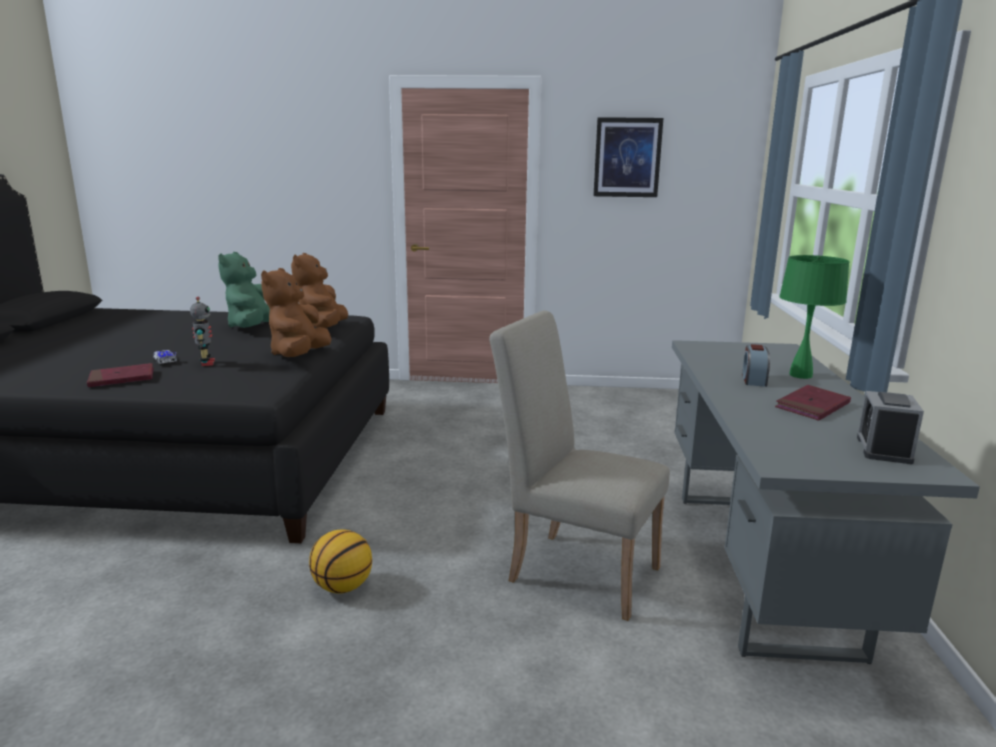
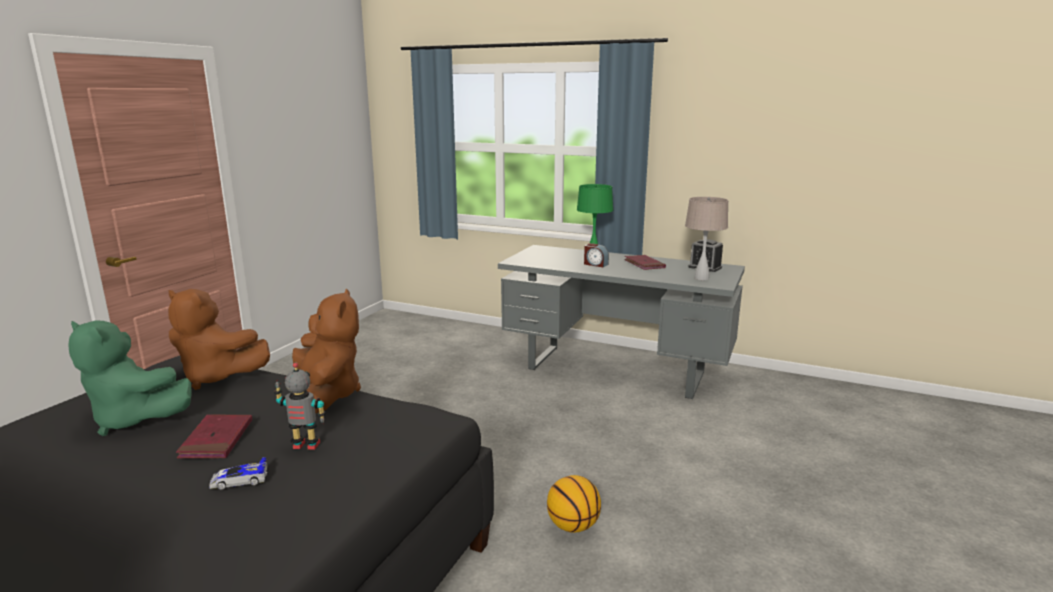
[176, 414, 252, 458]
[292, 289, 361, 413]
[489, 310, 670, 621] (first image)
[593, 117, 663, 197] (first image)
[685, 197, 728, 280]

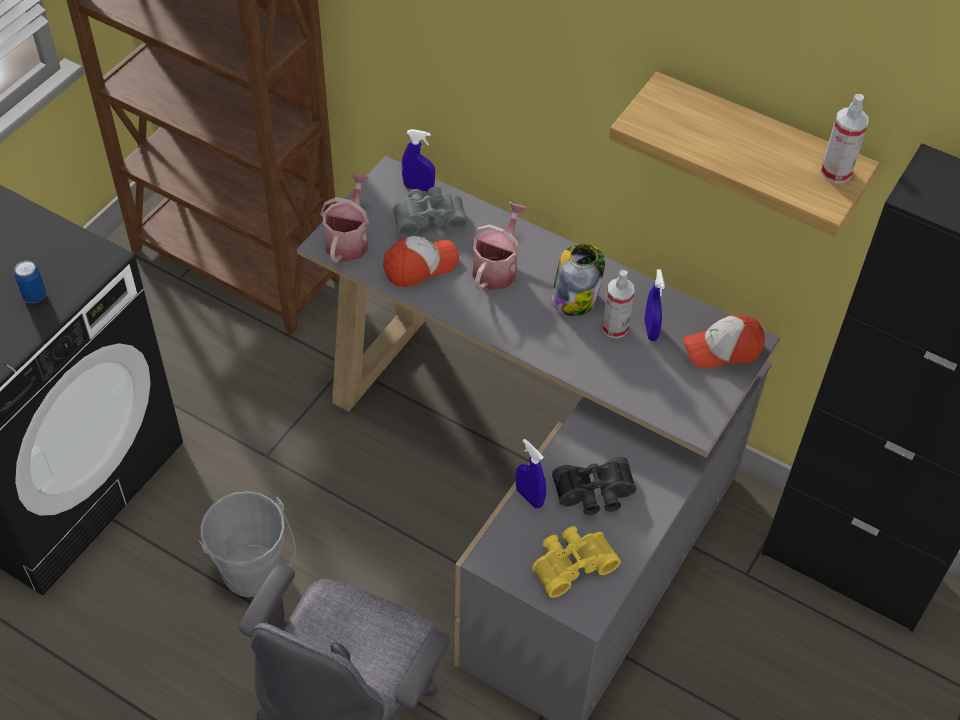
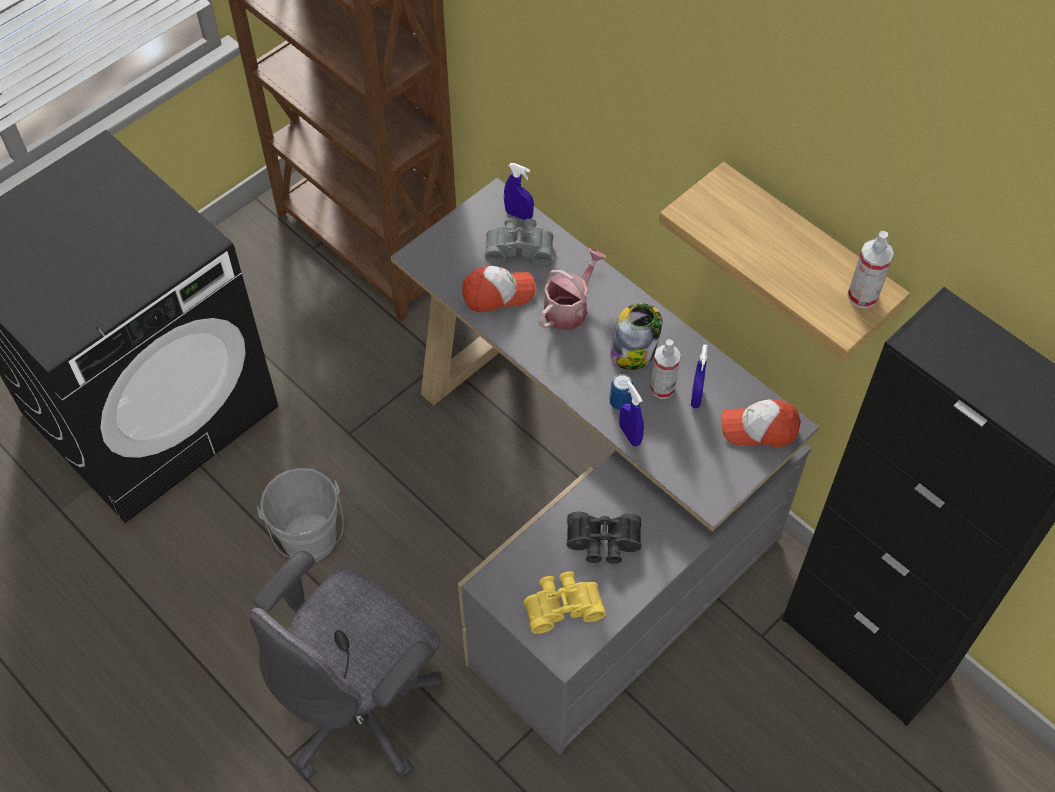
[610, 374, 633, 410]
[320, 173, 369, 263] (first image)
[619, 381, 644, 446]

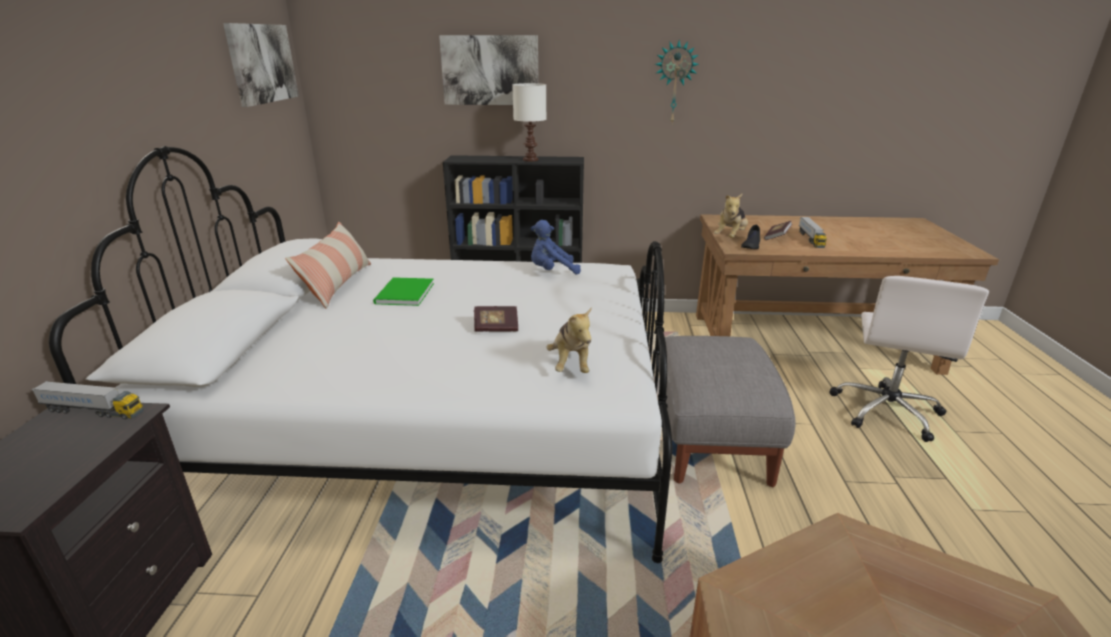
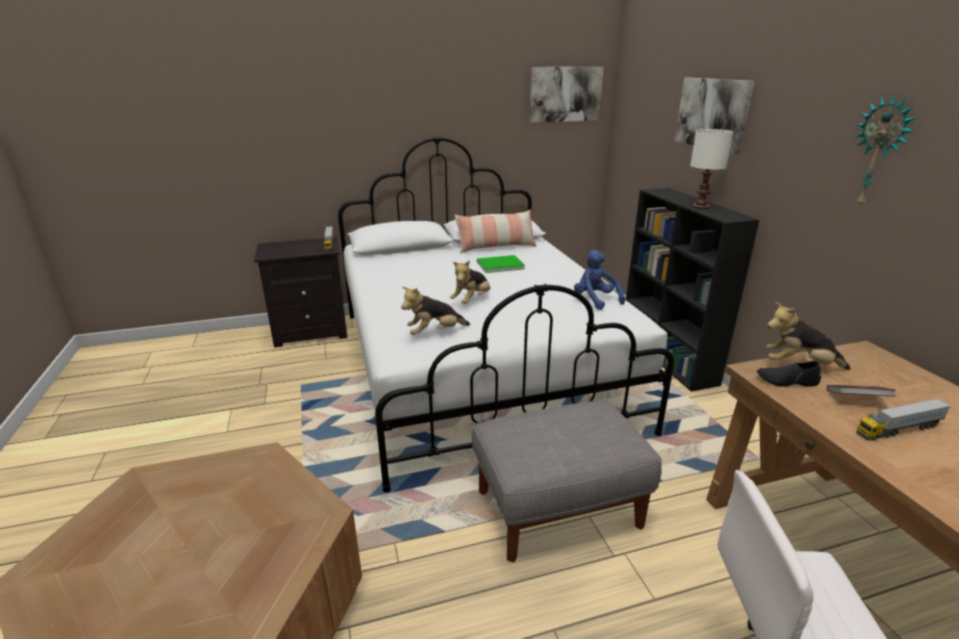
[450, 260, 490, 304]

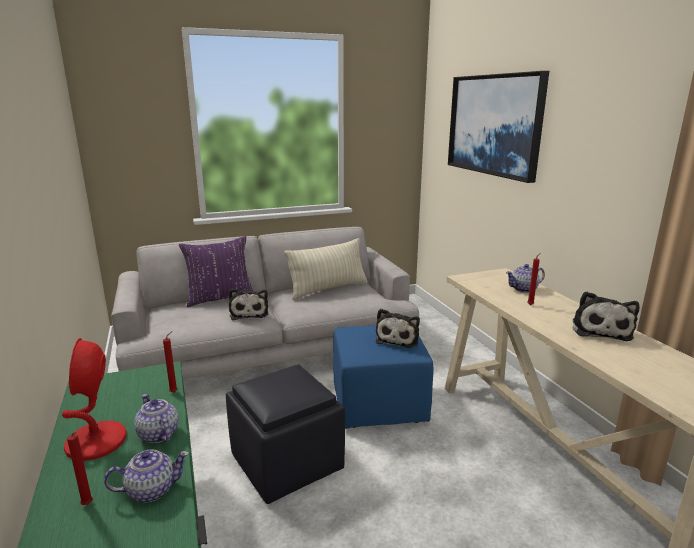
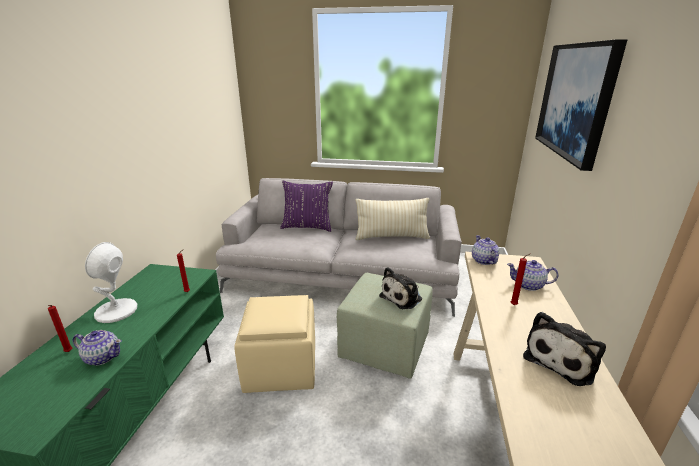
[85, 242, 137, 323]
[472, 235, 500, 265]
[234, 295, 315, 393]
[229, 289, 268, 320] (first image)
[337, 273, 433, 379]

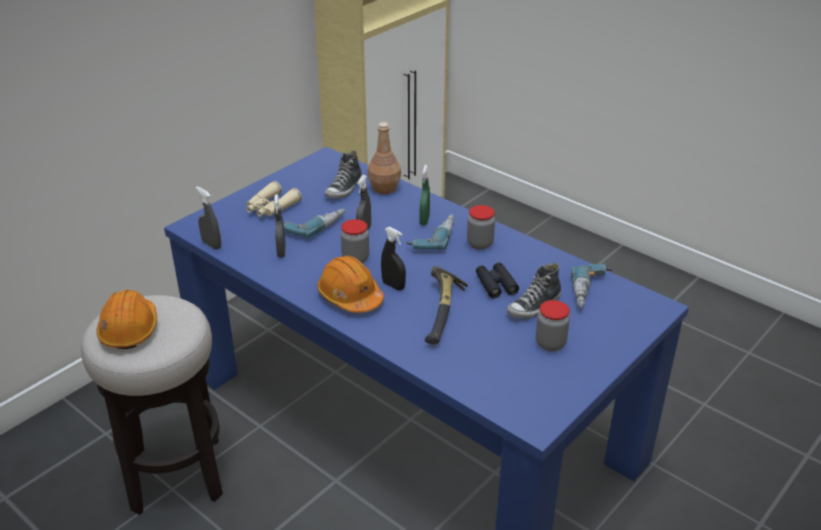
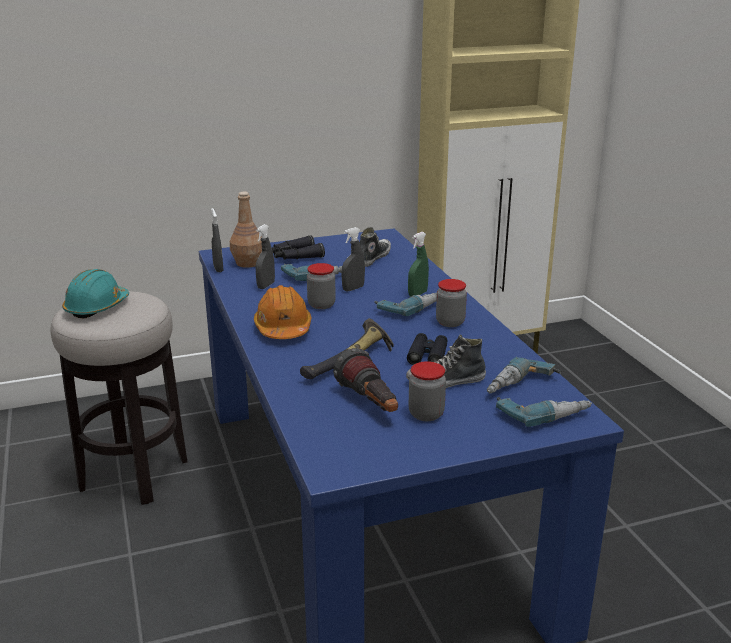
[62, 269, 129, 318]
[272, 235, 325, 260]
[360, 227, 391, 267]
[230, 192, 262, 268]
[381, 227, 406, 290] (first image)
[333, 348, 398, 412]
[496, 397, 592, 427]

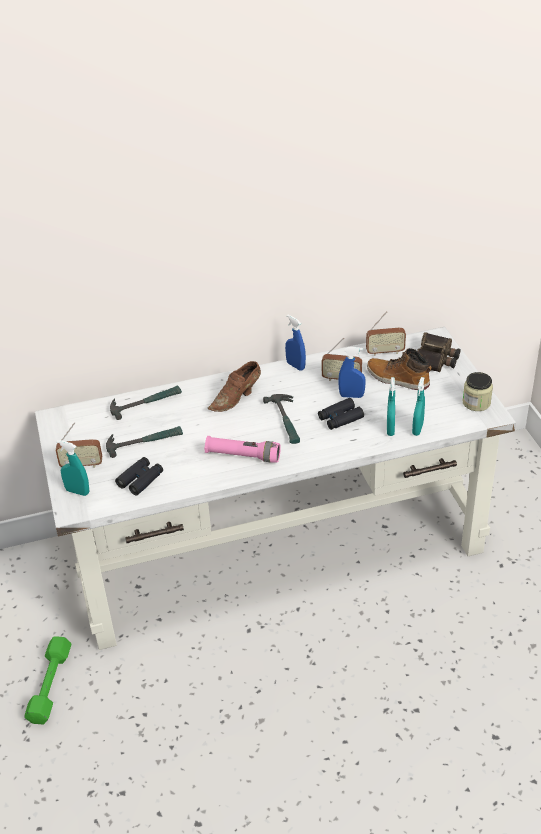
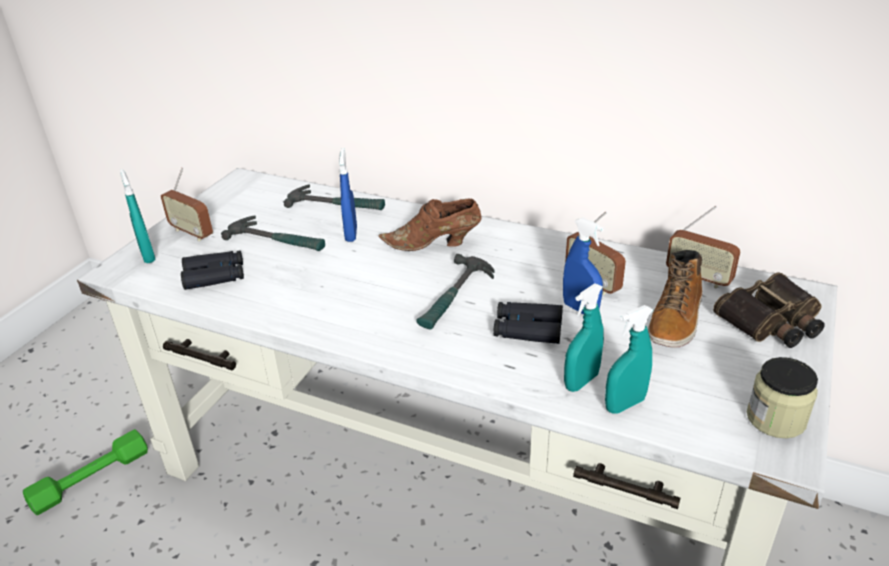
[204, 436, 281, 462] (first image)
[339, 148, 357, 242]
[648, 250, 703, 347]

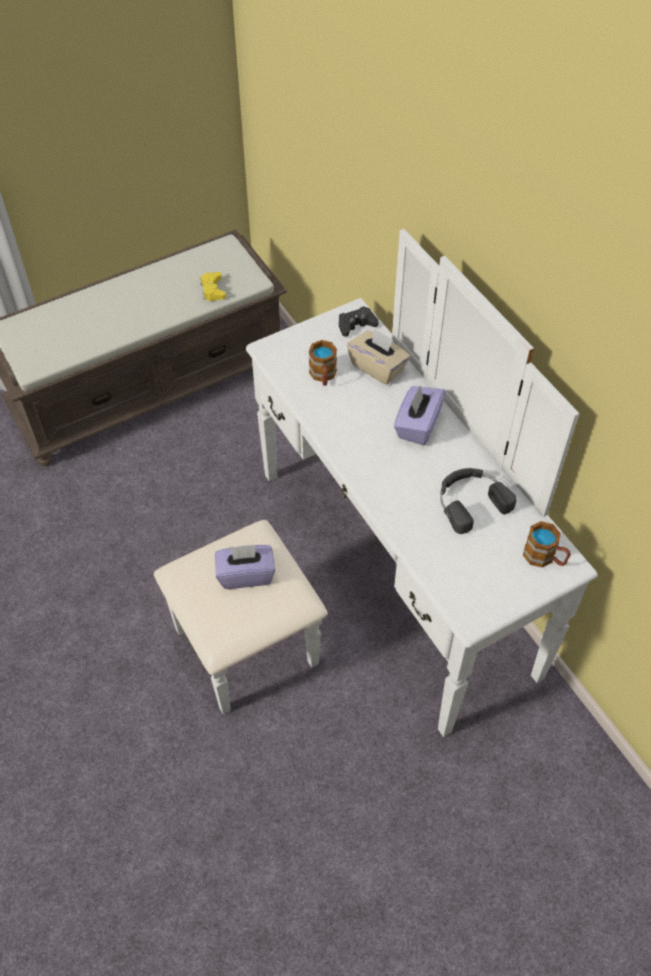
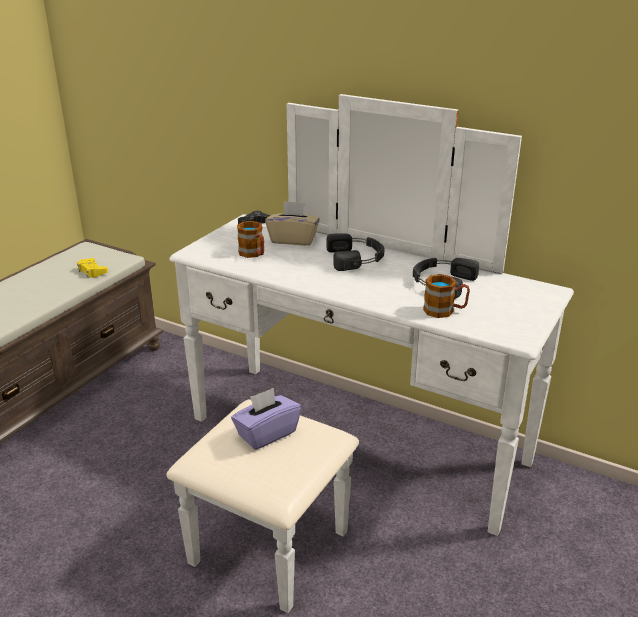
[327, 234, 385, 271]
[423, 274, 470, 318]

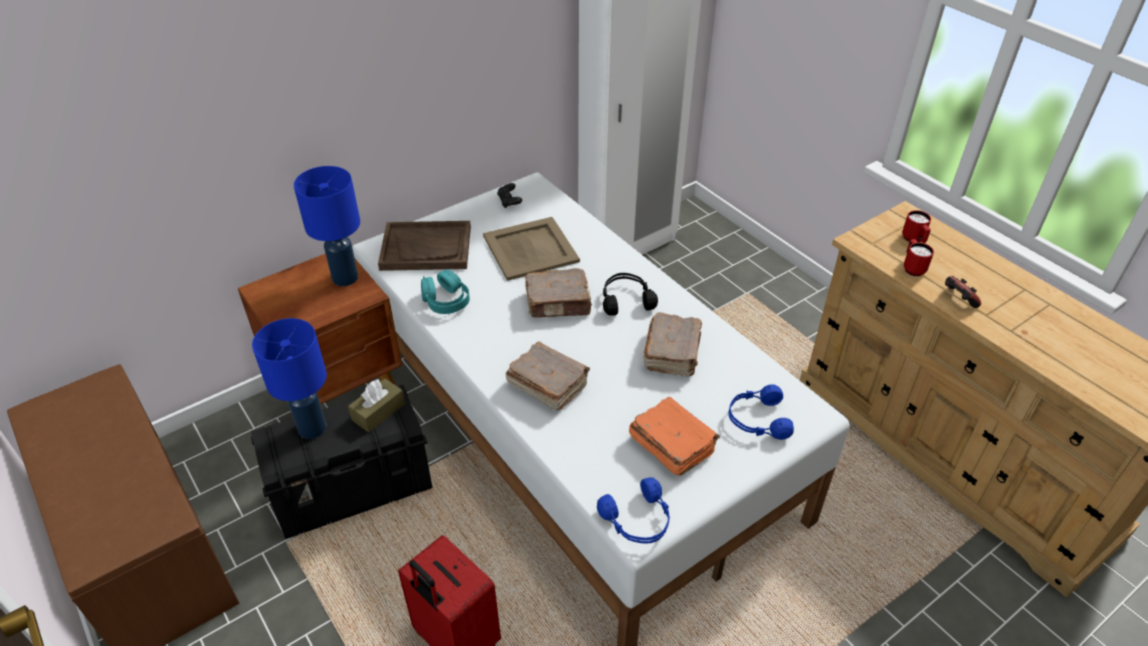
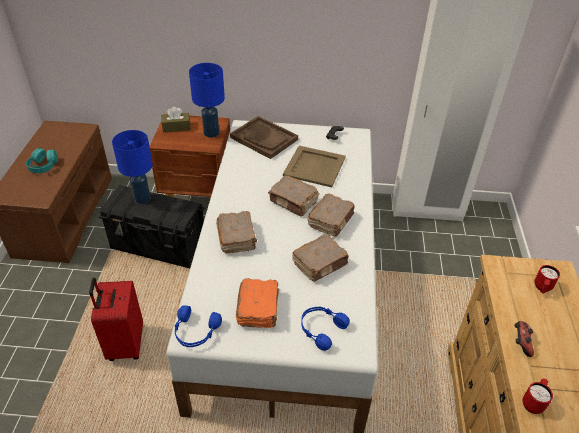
[161, 107, 191, 133]
[26, 147, 58, 173]
[308, 193, 355, 237]
[522, 378, 553, 414]

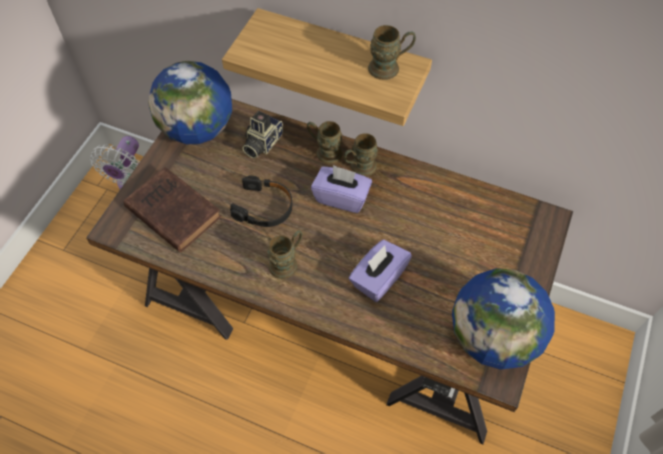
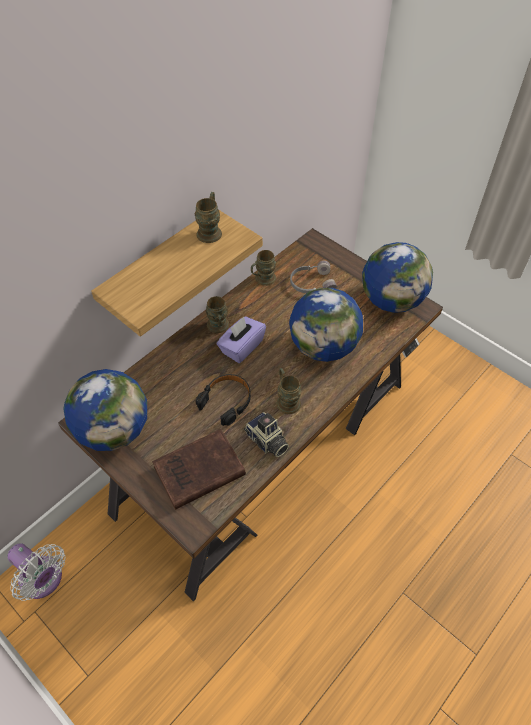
[244, 412, 289, 457]
[251, 250, 276, 286]
[289, 288, 363, 362]
[290, 261, 337, 293]

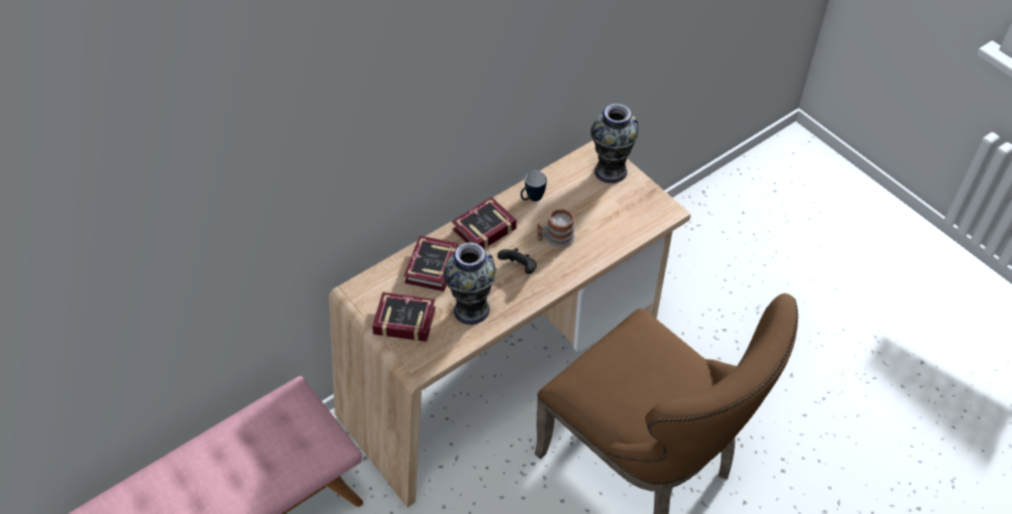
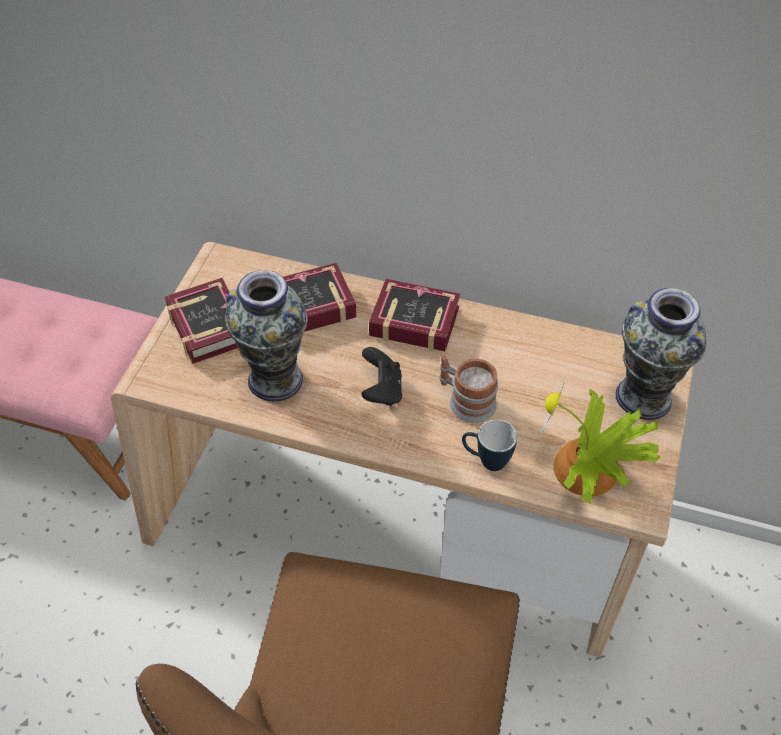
[462, 420, 517, 471]
[541, 371, 661, 504]

